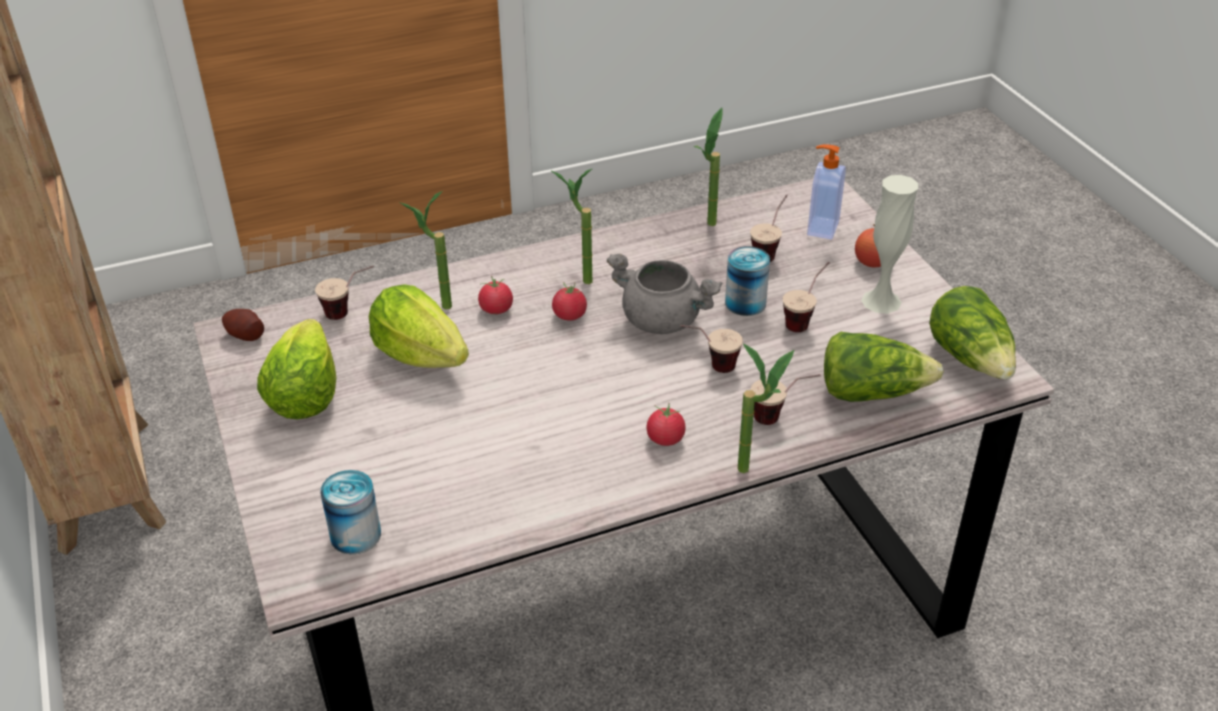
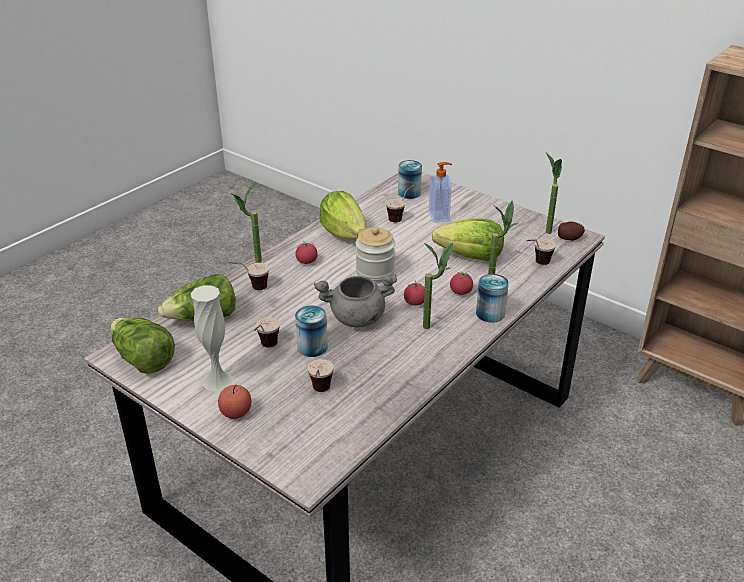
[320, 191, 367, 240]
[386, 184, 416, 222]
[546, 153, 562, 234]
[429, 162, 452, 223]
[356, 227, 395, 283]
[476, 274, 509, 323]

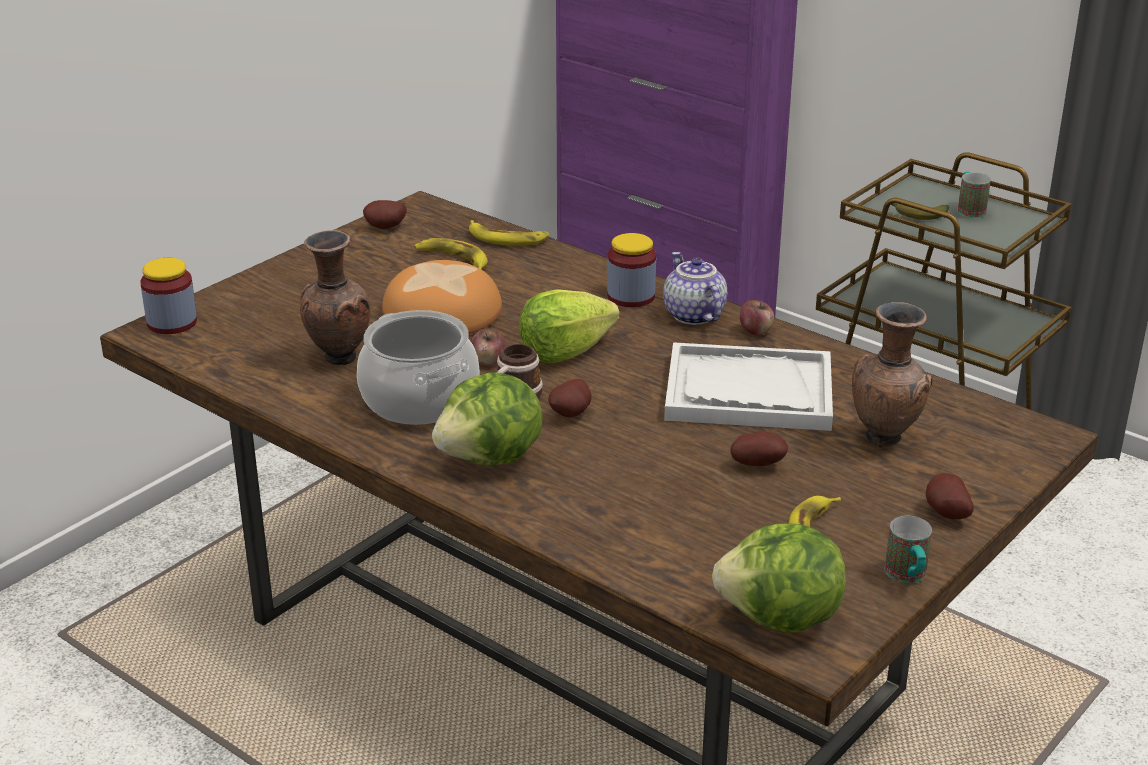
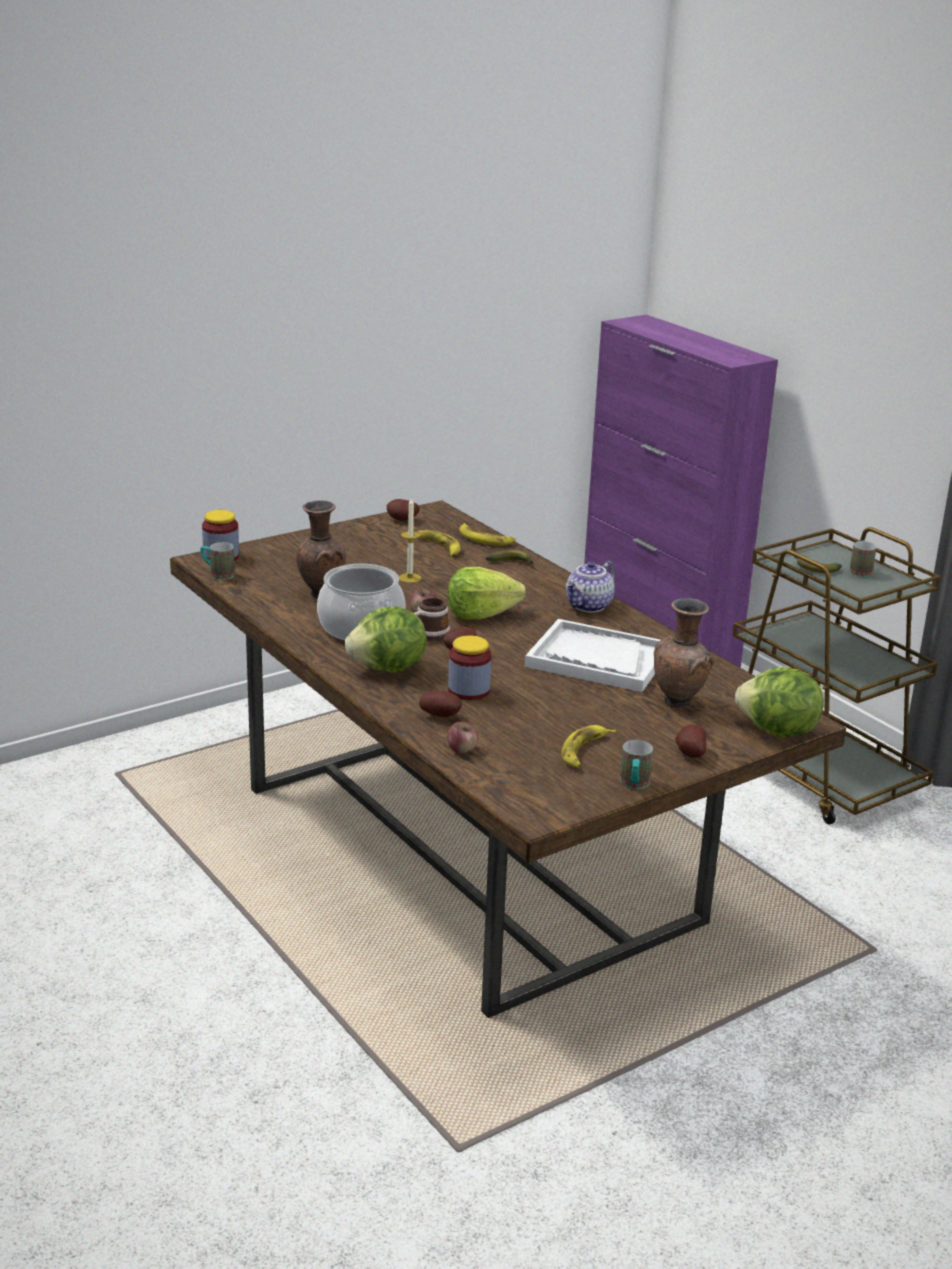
[399, 497, 422, 583]
[448, 635, 492, 700]
[566, 561, 615, 613]
[735, 667, 823, 737]
[419, 691, 462, 717]
[447, 722, 478, 754]
[200, 542, 235, 580]
[486, 550, 534, 564]

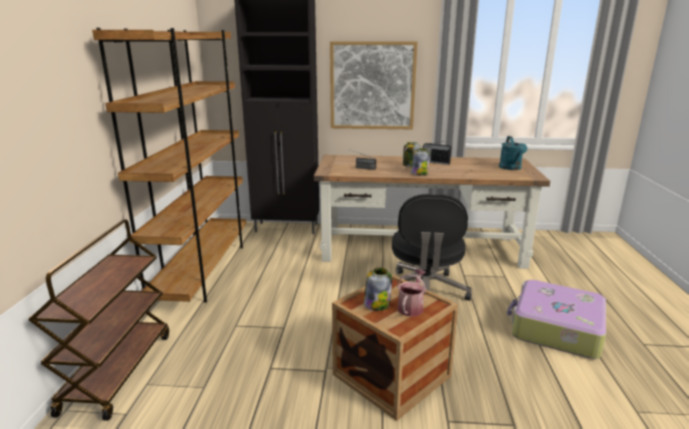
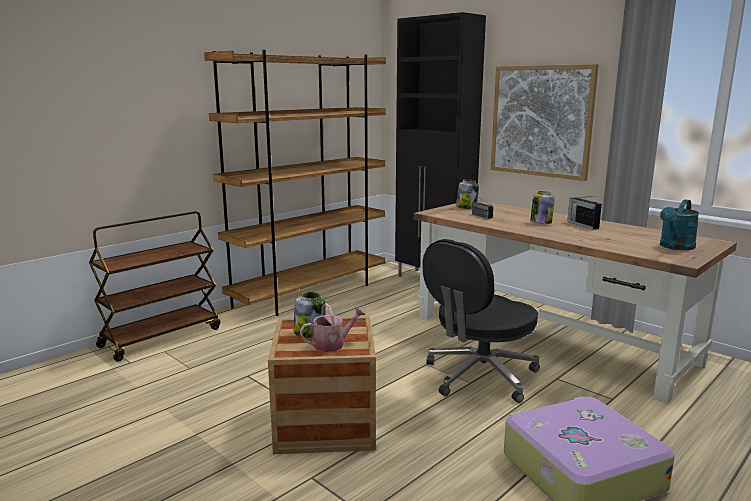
[456, 179, 479, 209]

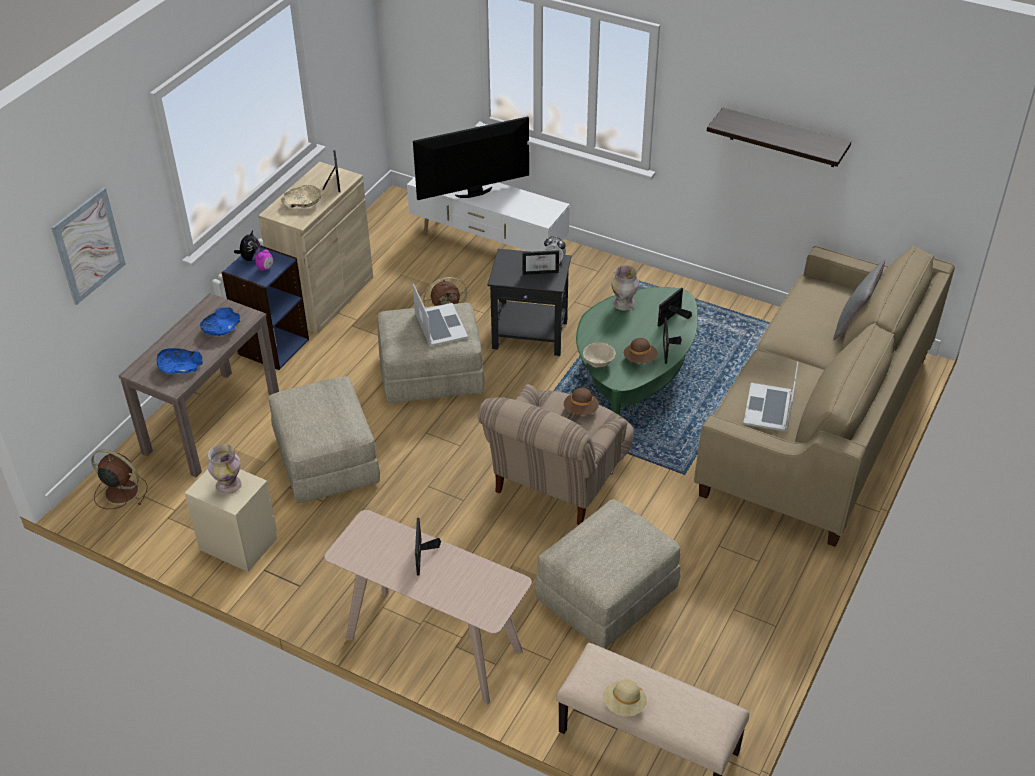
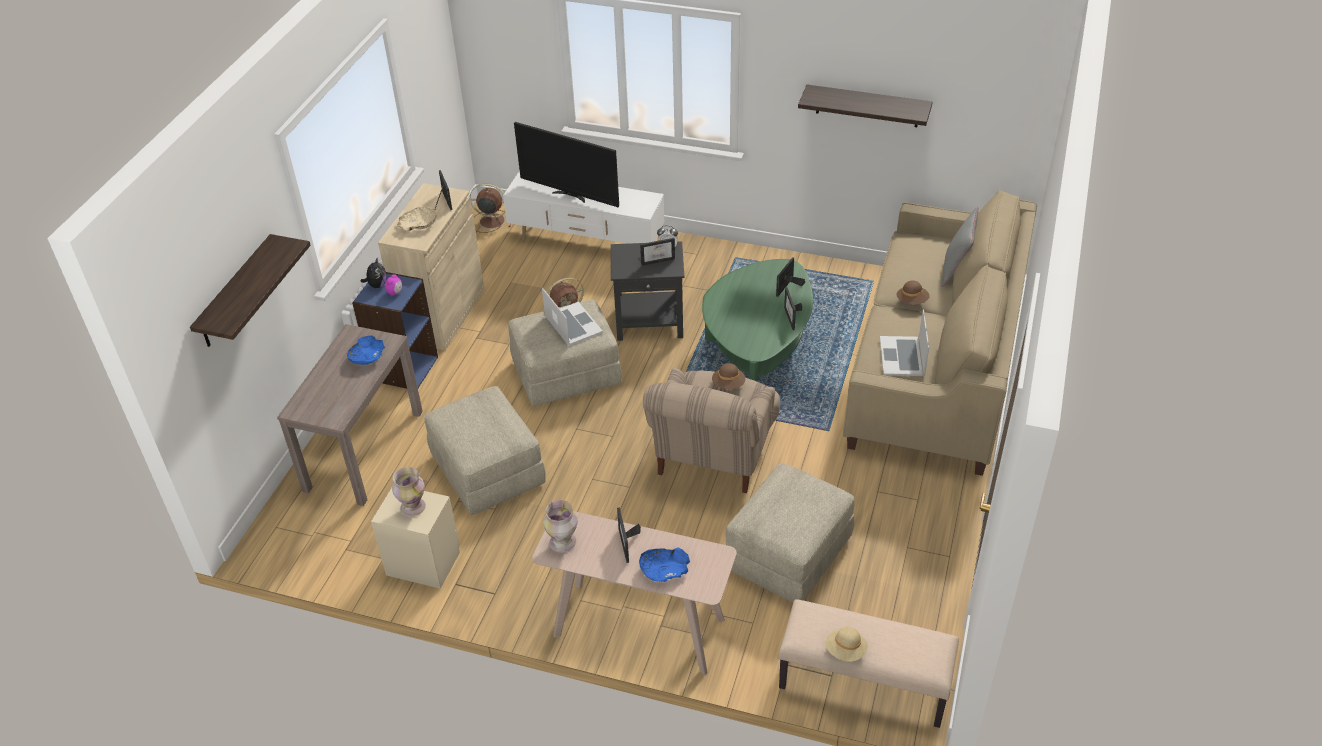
[190, 234, 311, 347]
[470, 183, 511, 233]
[639, 547, 690, 582]
[514, 122, 619, 207]
[583, 342, 616, 367] (first image)
[543, 500, 578, 553]
[896, 280, 930, 305]

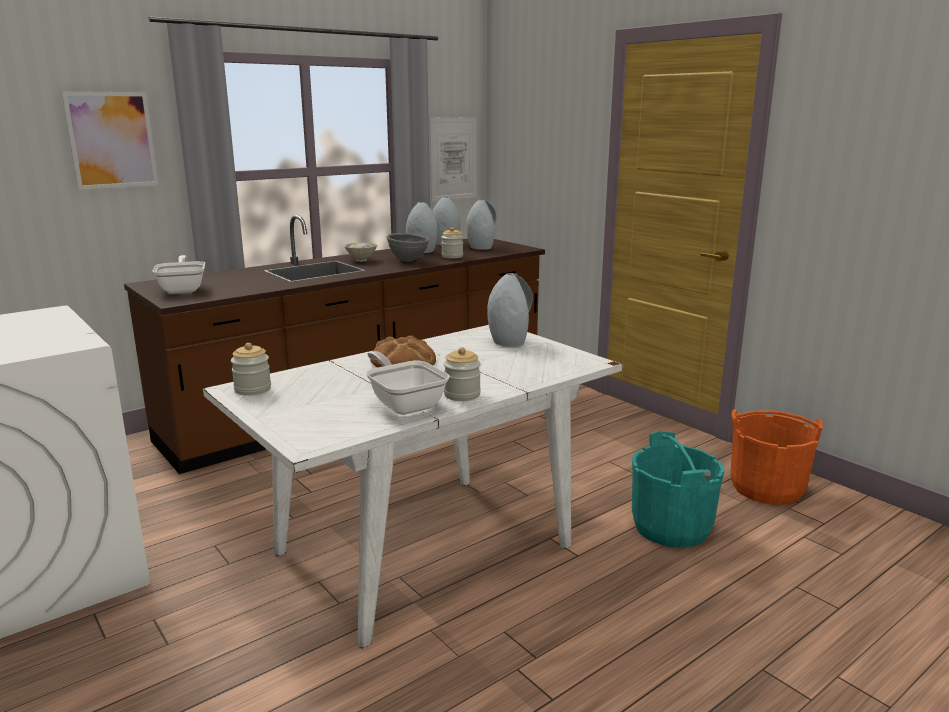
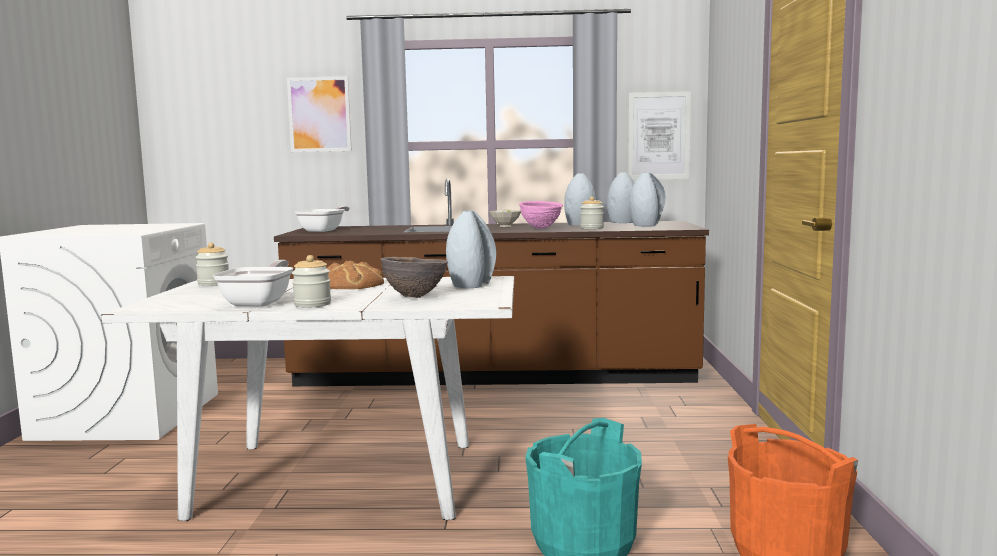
[519, 201, 563, 229]
[381, 257, 448, 298]

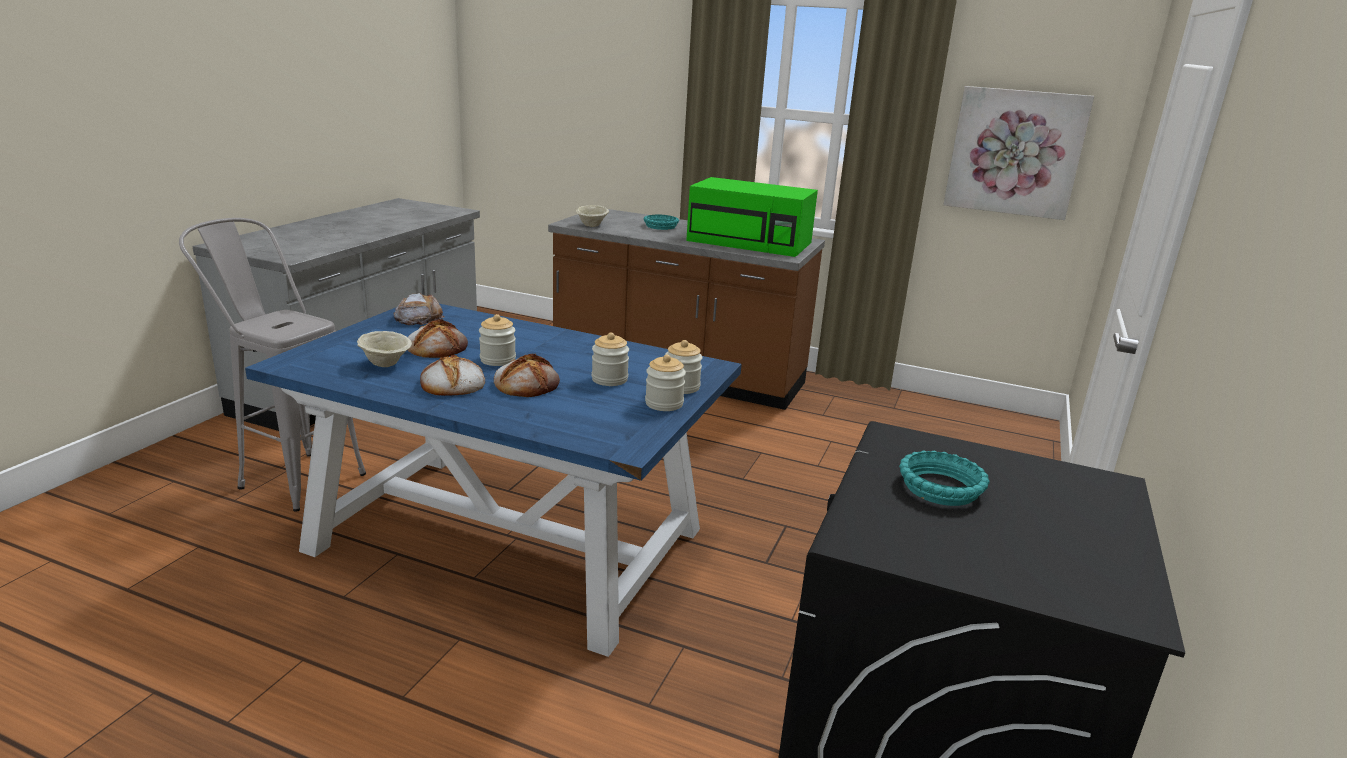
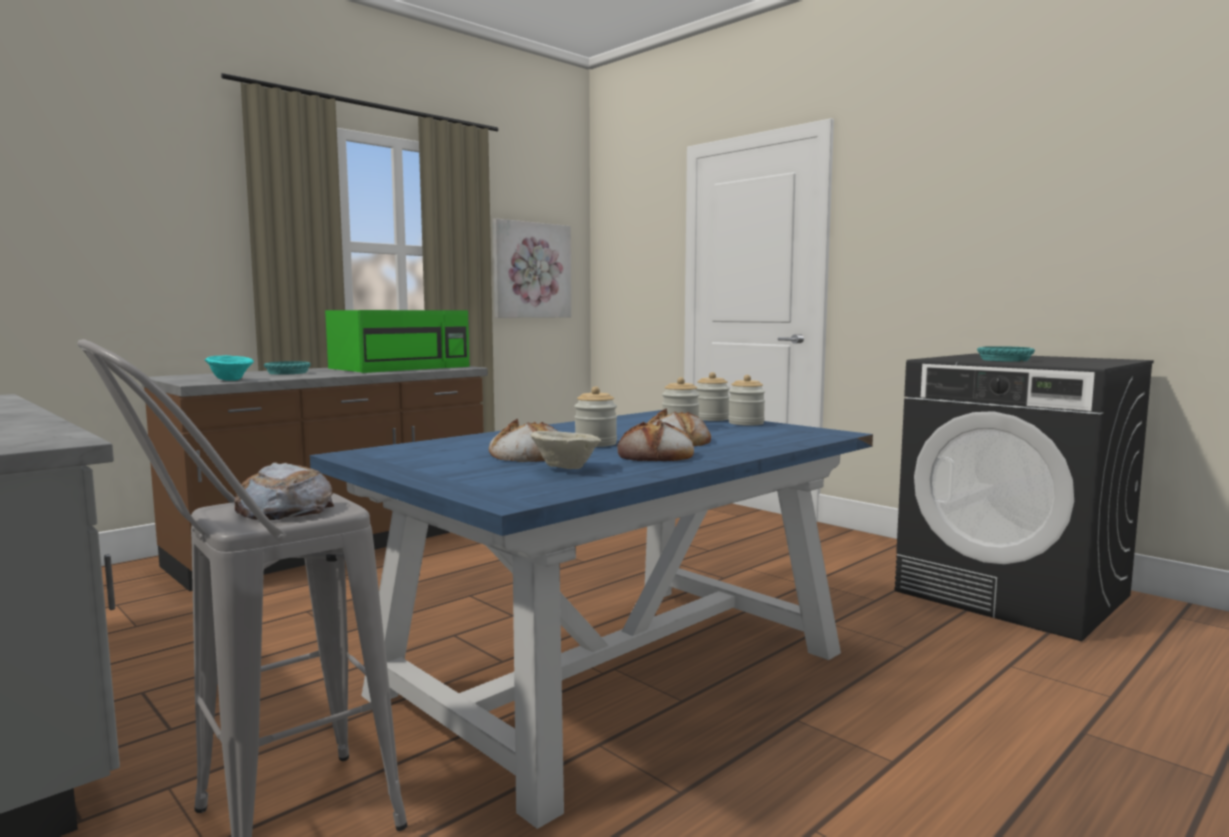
[234, 462, 334, 520]
[205, 355, 254, 381]

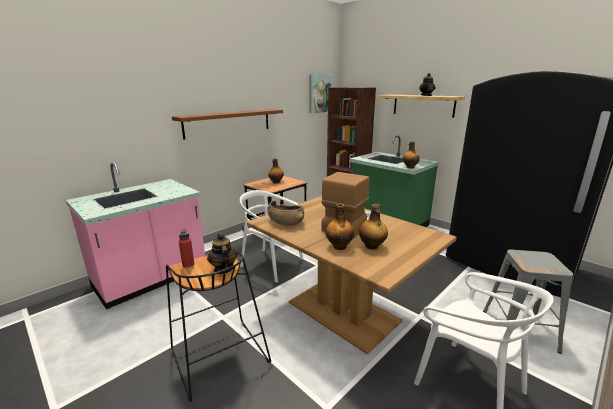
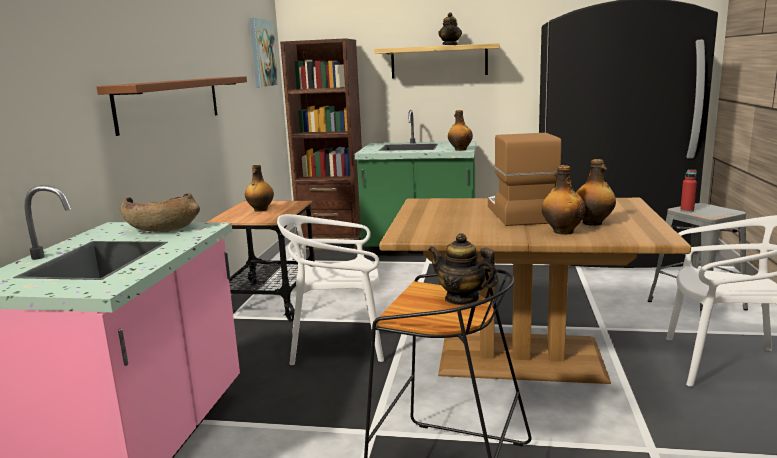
[680, 169, 697, 212]
[120, 193, 200, 232]

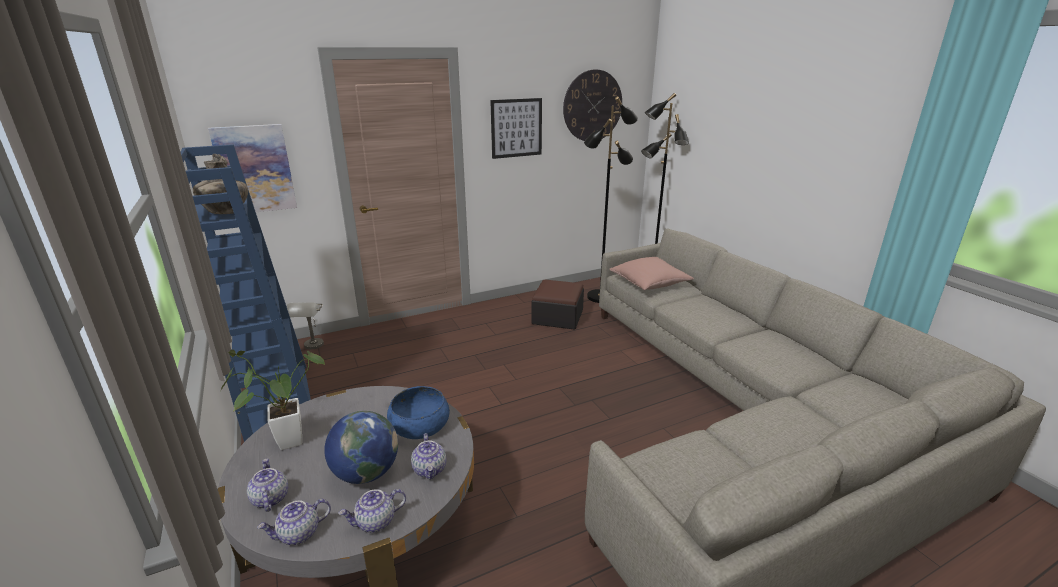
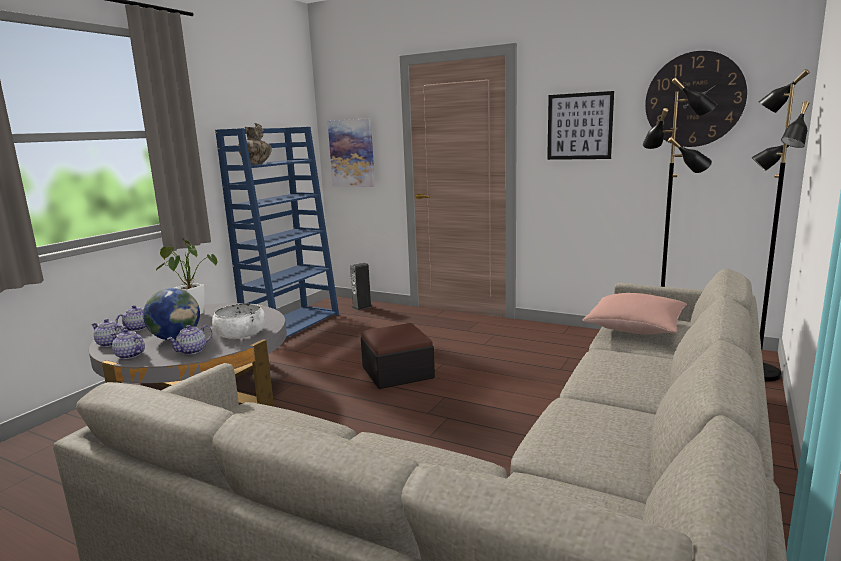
[350, 263, 373, 310]
[212, 303, 266, 339]
[361, 323, 435, 389]

